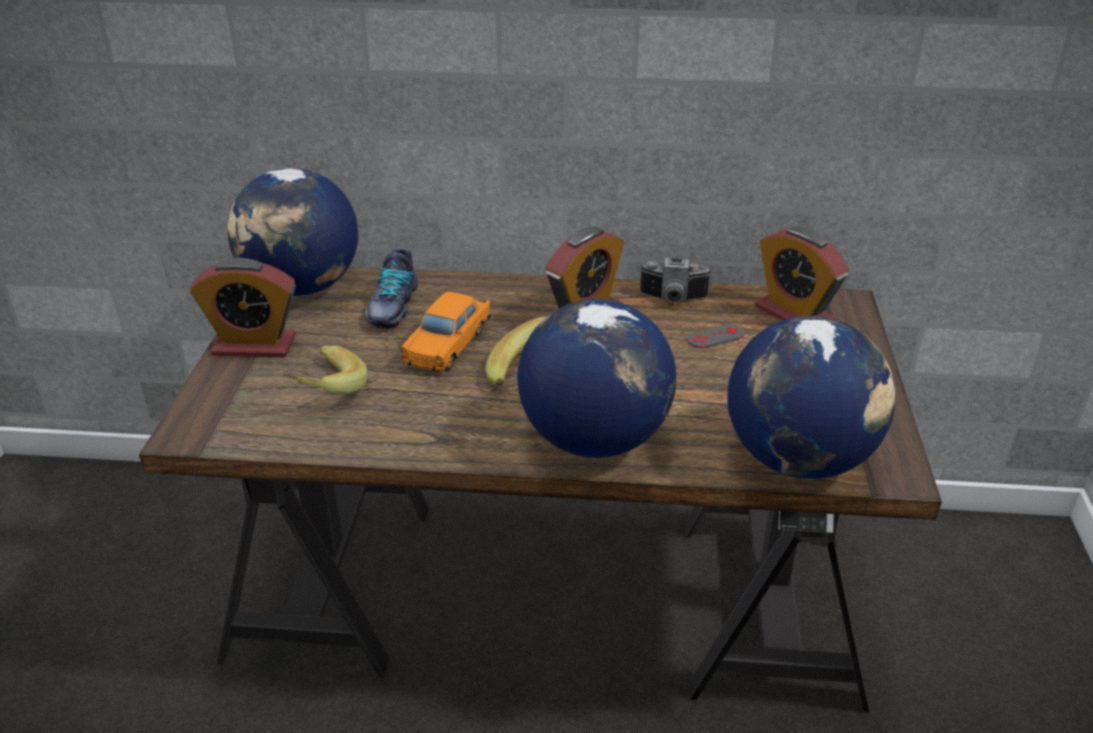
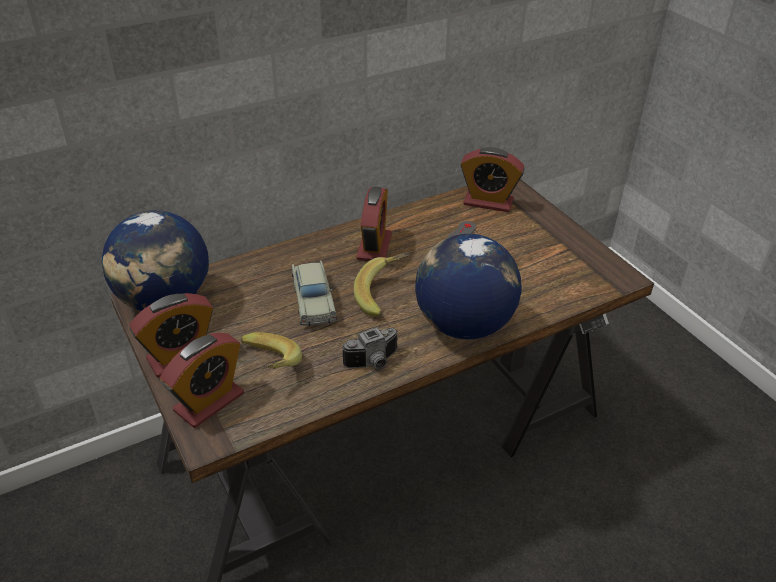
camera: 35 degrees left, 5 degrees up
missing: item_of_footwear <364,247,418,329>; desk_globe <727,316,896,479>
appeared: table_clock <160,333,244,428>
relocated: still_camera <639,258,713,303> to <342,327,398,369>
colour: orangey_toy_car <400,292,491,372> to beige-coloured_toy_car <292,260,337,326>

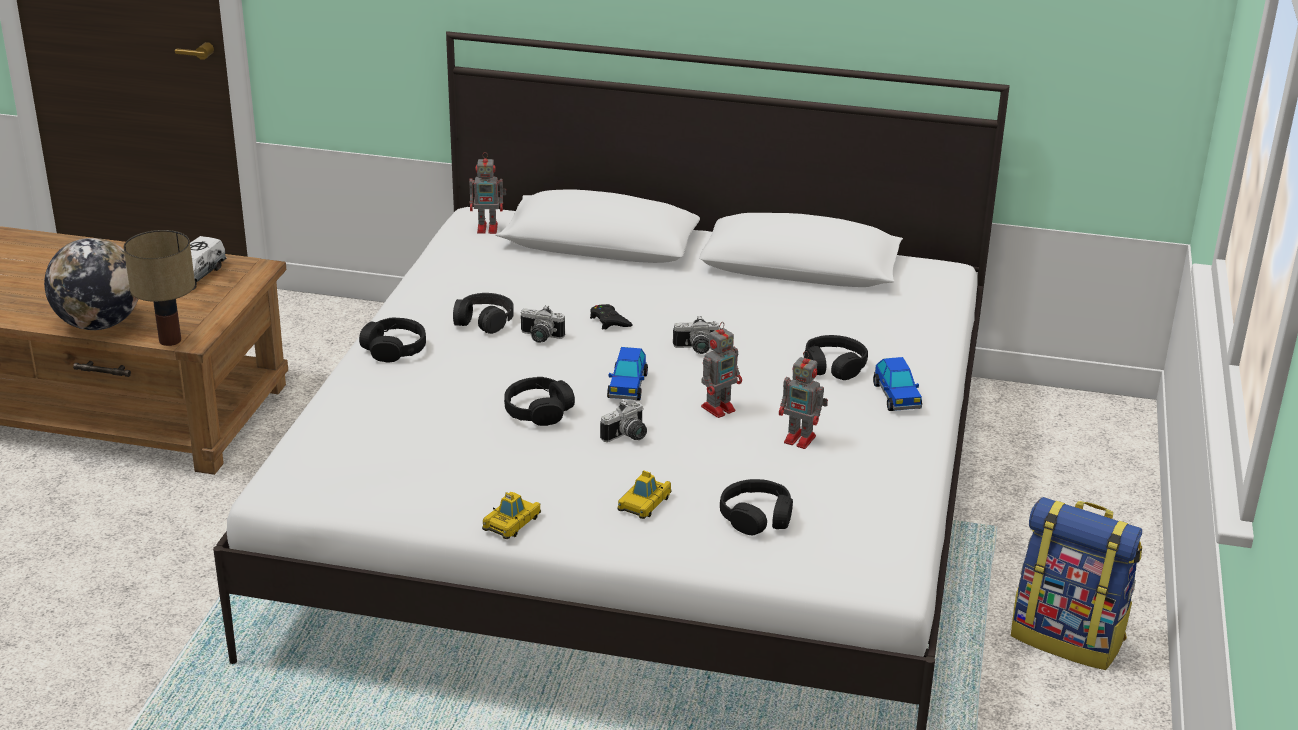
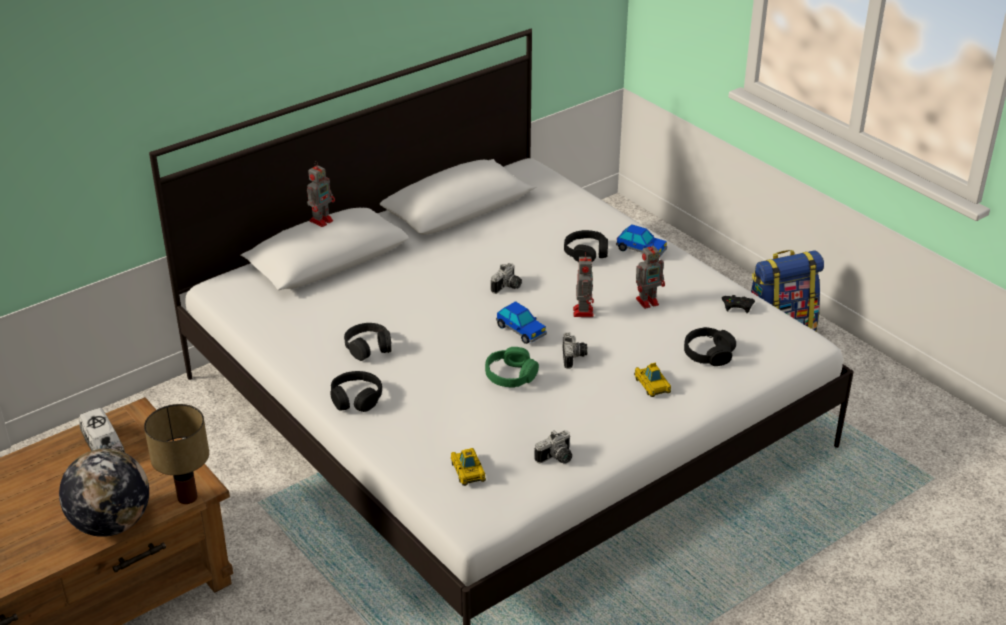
camera: 50 degrees left, 5 degrees up
relocated: toy_robot <469,152,506,234> to <307,161,335,227>; toy_car <482,492,541,539> to <451,448,486,486>; still_camera <521,305,565,343> to <534,430,572,464>; black-coloured_gamepad <590,304,633,329> to <722,295,755,313>
colour: black-coloured_headphones <504,377,575,426> to greenish_headphones <485,347,539,388>

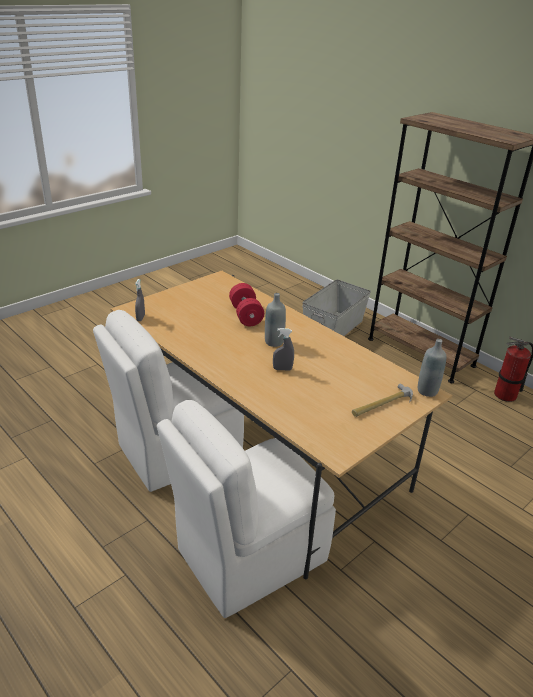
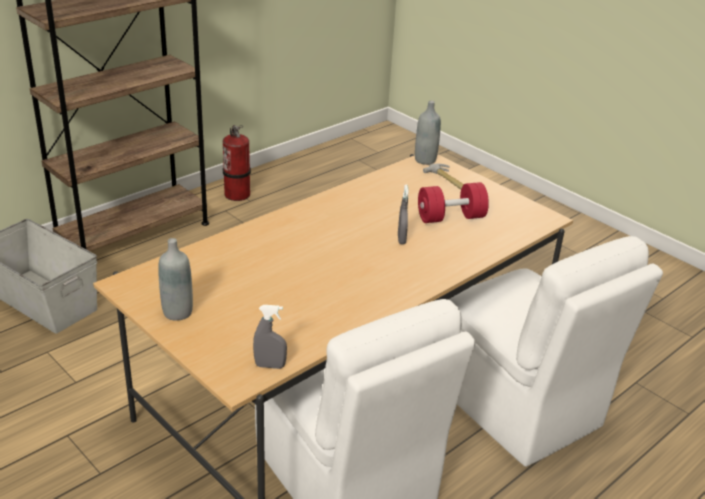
camera: 90 degrees left, 0 degrees up
relocated: reddish_dumbbell <229,283,264,326> to <418,182,489,223>; greyish_bottle <265,293,286,347> to <158,238,193,321>

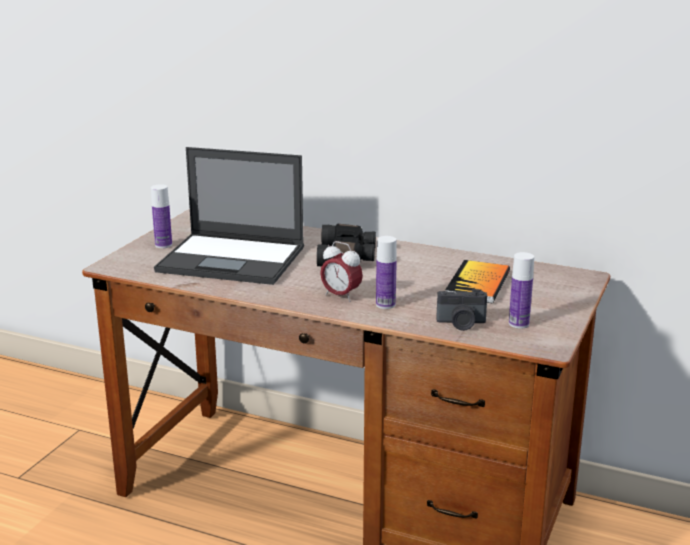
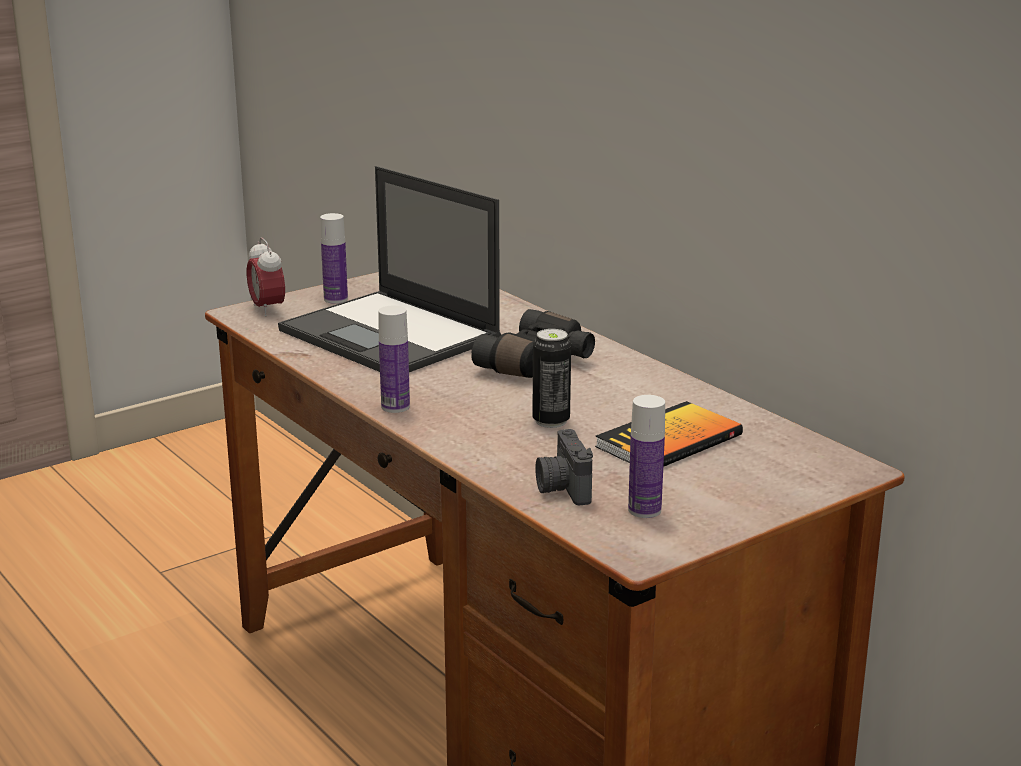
camera: 30 degrees right, 0 degrees up
appeared: metal_can <532,329,571,428>
relocated: table_clock <320,241,363,302> to <247,238,285,317>; bottle <376,236,397,309> to <378,306,410,413>
spun: still_camera <436,289,487,331> = <535,429,593,505> 45 degrees clockwise

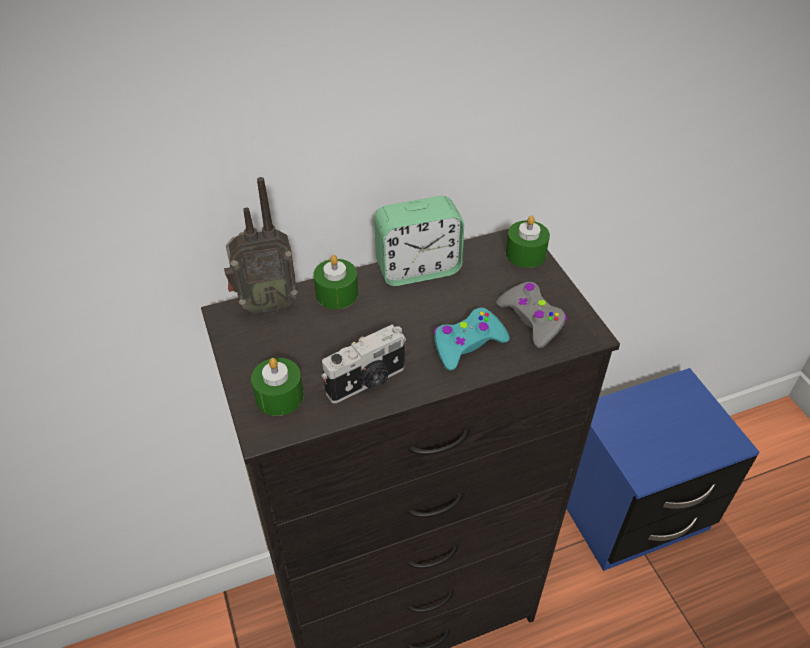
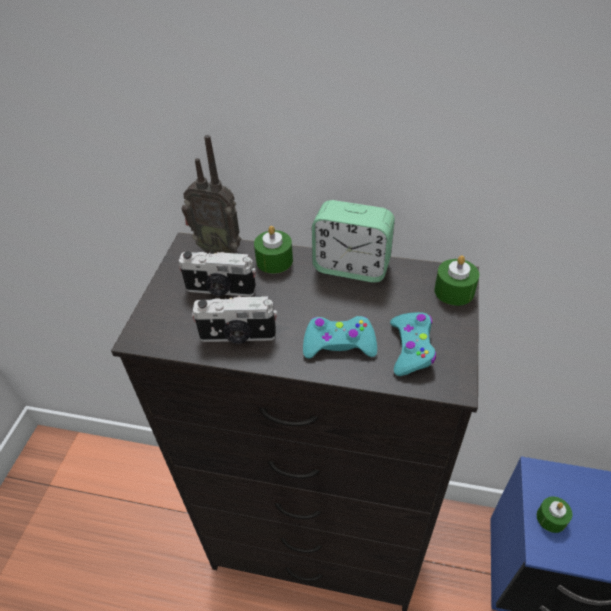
camera: 35 degrees right, 0 degrees up
appeared: still_camera <179,251,256,297>
relocated: greenish_wax_light <251,358,304,416> to <537,497,572,533>
colour: greyish_gamepad <496,282,567,348> to turquoise_gamepad <390,312,436,376>

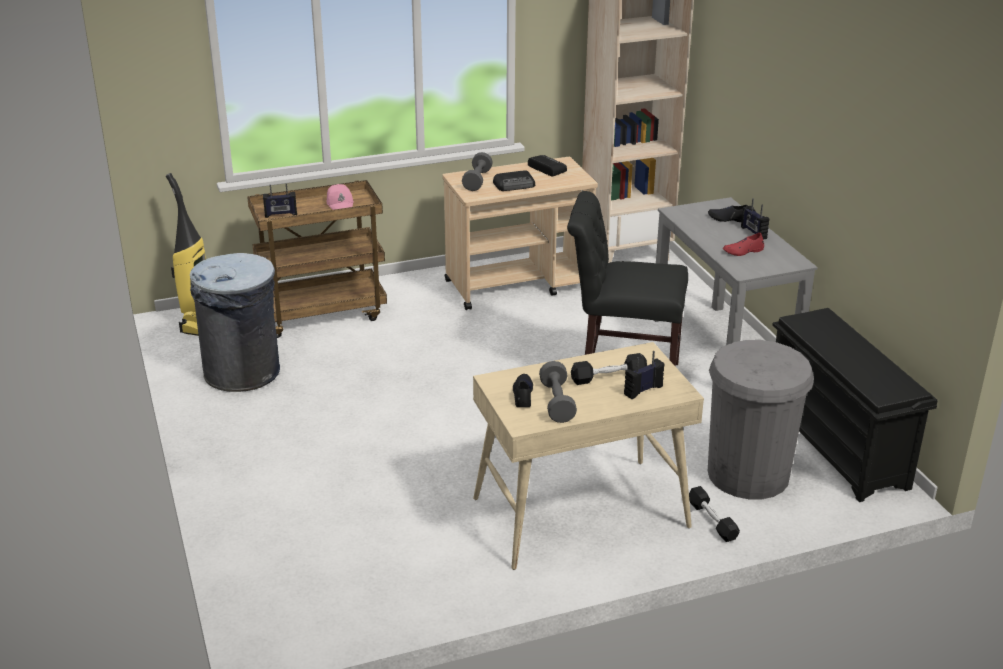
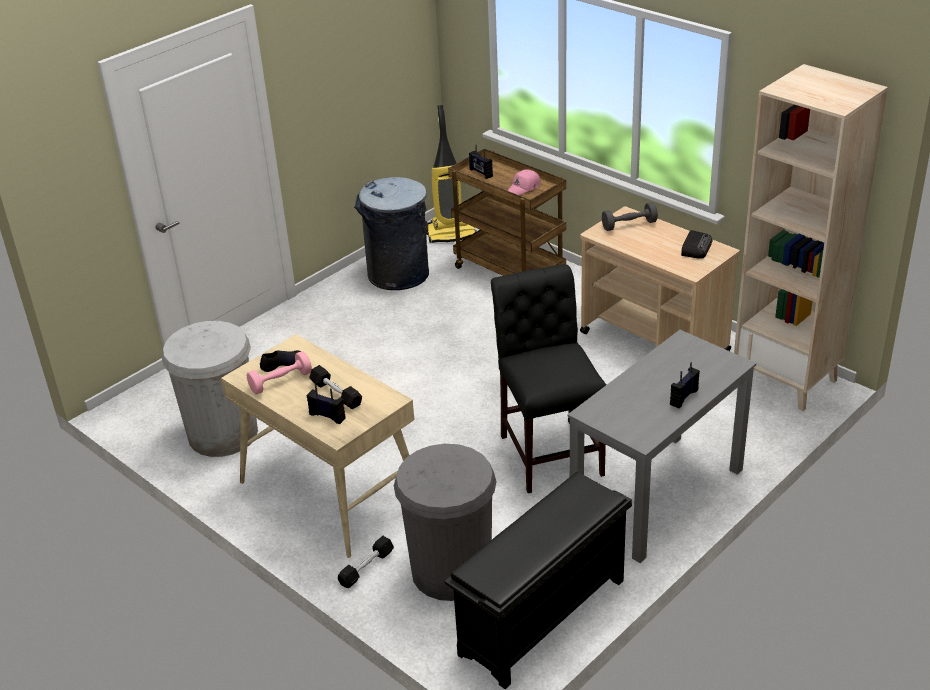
camera: 65 degrees right, 5 degrees up
missing: radio <493,170,535,191>; black-coloured_item_of_footwear <708,205,748,222>; reddish_item_of_footwear <723,233,764,256>
appeared: whitish_rubbish_bin <162,321,258,457>
colour: greyish_dumbbell <539,361,577,423> to pink-coloured_dumbbell <247,351,312,394>

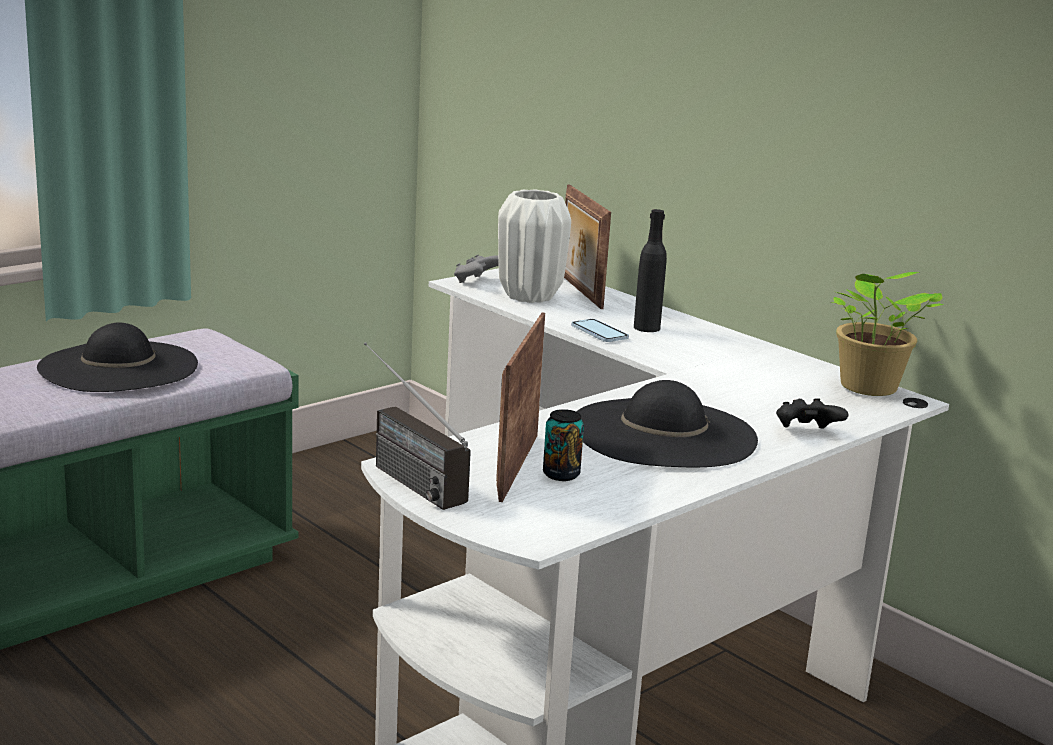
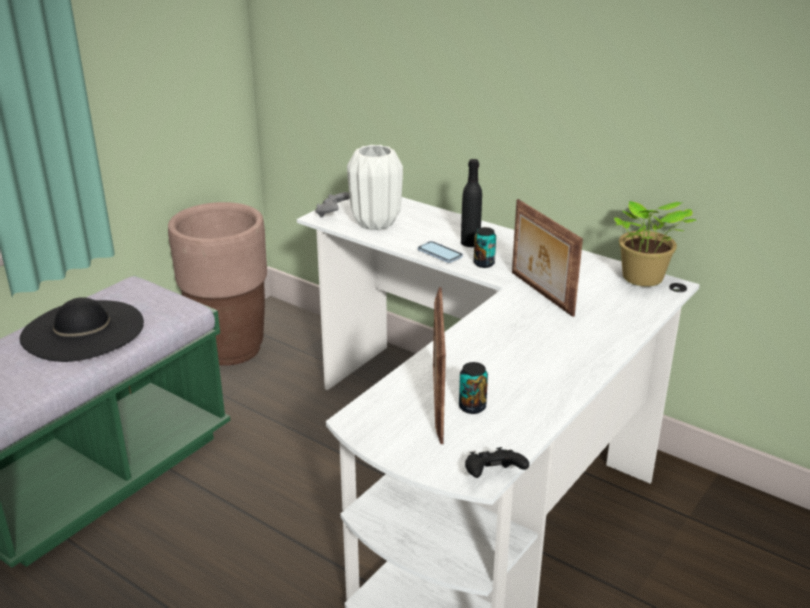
camera: 10 degrees left, 10 degrees up
missing: radio <364,342,471,510>; black-coloured_hat <576,380,758,468>
appeared: brown-coloured_flower_pot <168,202,267,365>; metal_can <474,227,496,268>
relocated: picture_frame <564,185,611,309> to <512,199,583,317>; black-coloured_gamepad <776,398,848,429> to <465,447,529,478>

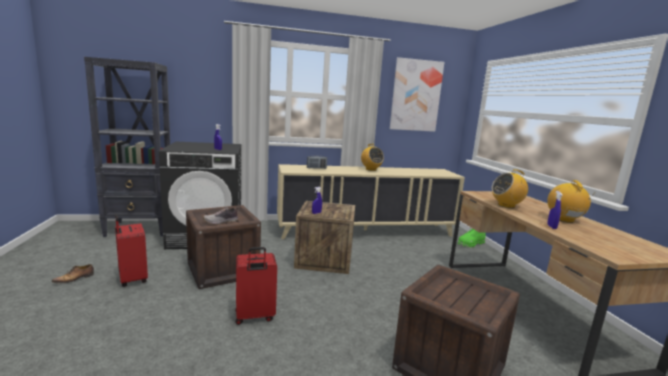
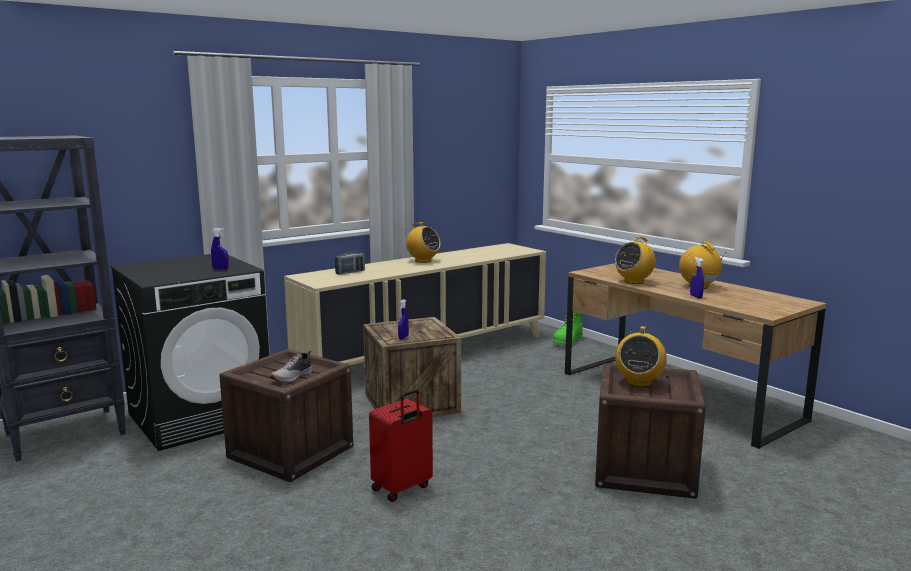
camera: 25 degrees left, 0 degrees up
missing: item_of_footwear <52,264,94,283>; reddish_travel_case <115,214,148,287>; wall_picture <390,57,445,132>
appeared: radio <615,326,667,387>

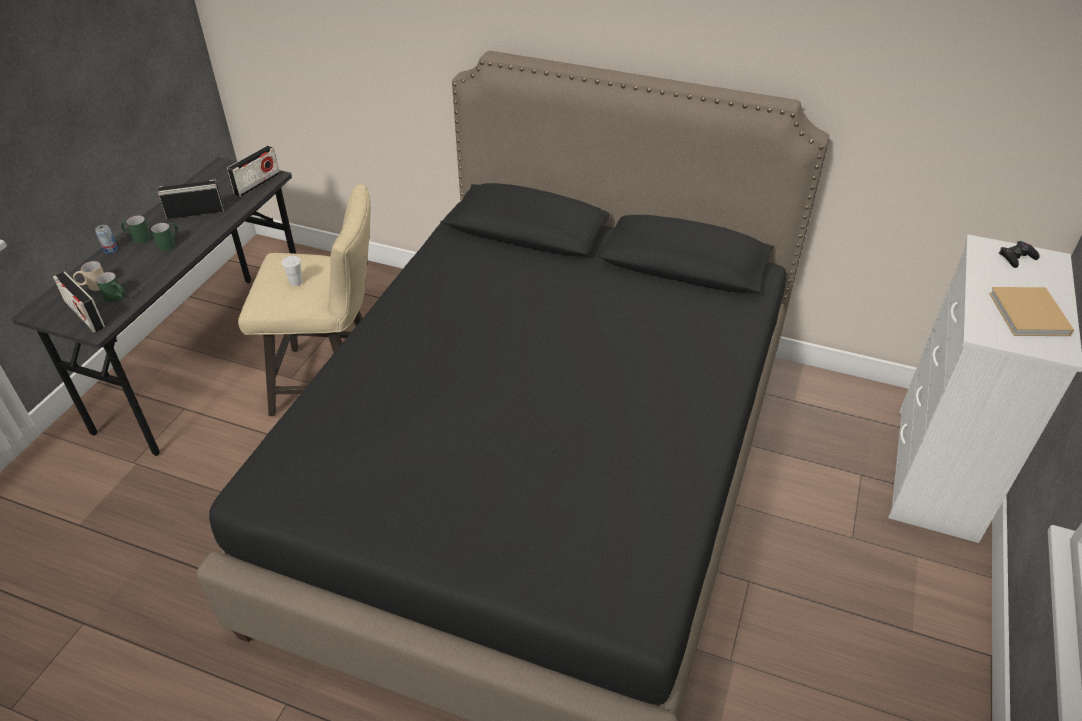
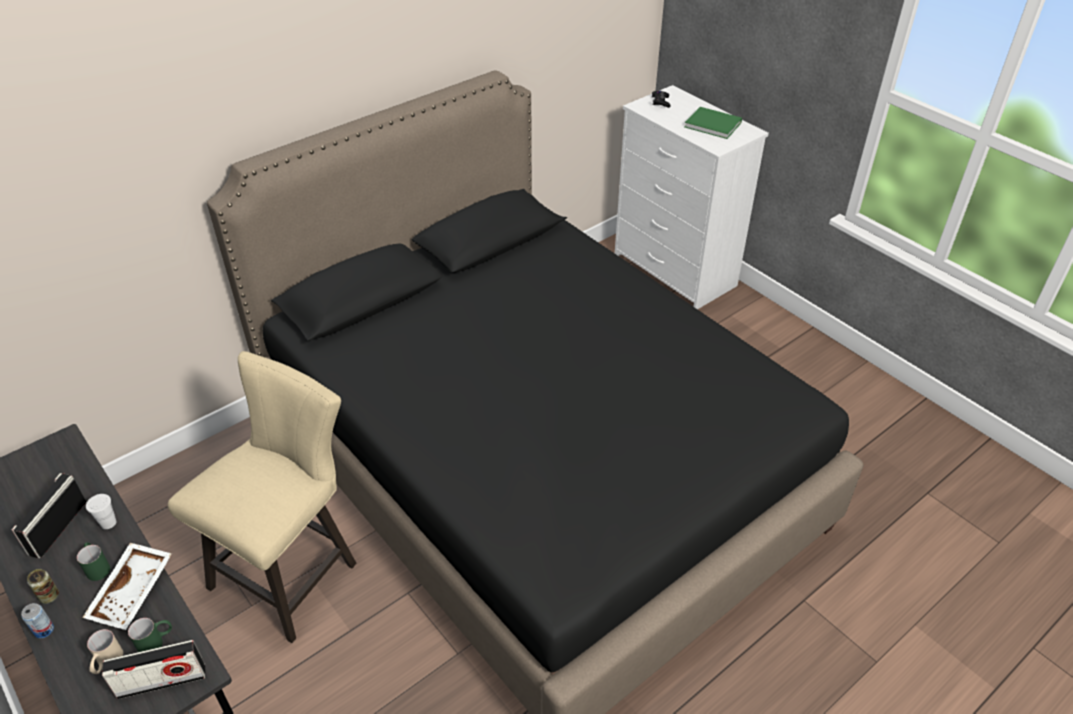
camera: 60 degrees left, 0 degrees up
missing: radio <227,146,280,197>
appeared: whitish_serving_tray <82,543,172,630>
relocated: whitish_small_cup <281,256,302,286> to <86,494,116,529>
exchanged: greenish_mug <121,216,151,243> to metal_can <27,569,59,604>
colour: beige-coloured_bound_book <989,287,1074,336> to greenish_bound_book <685,107,742,139>

